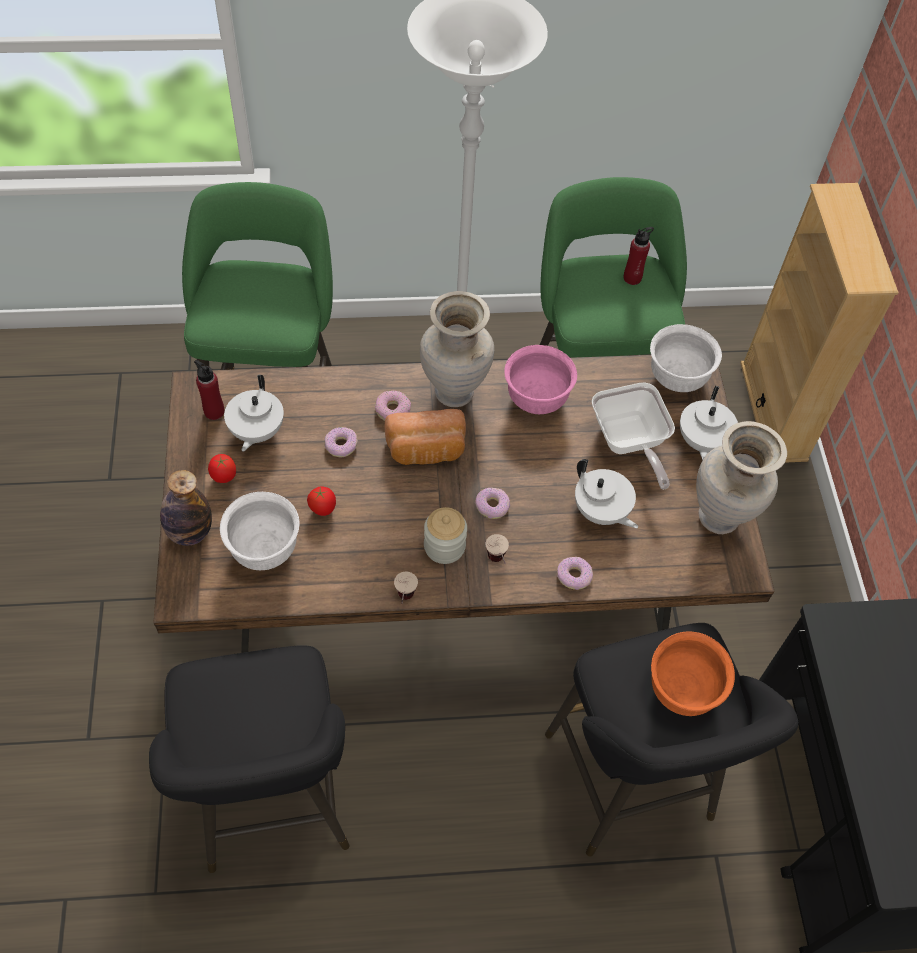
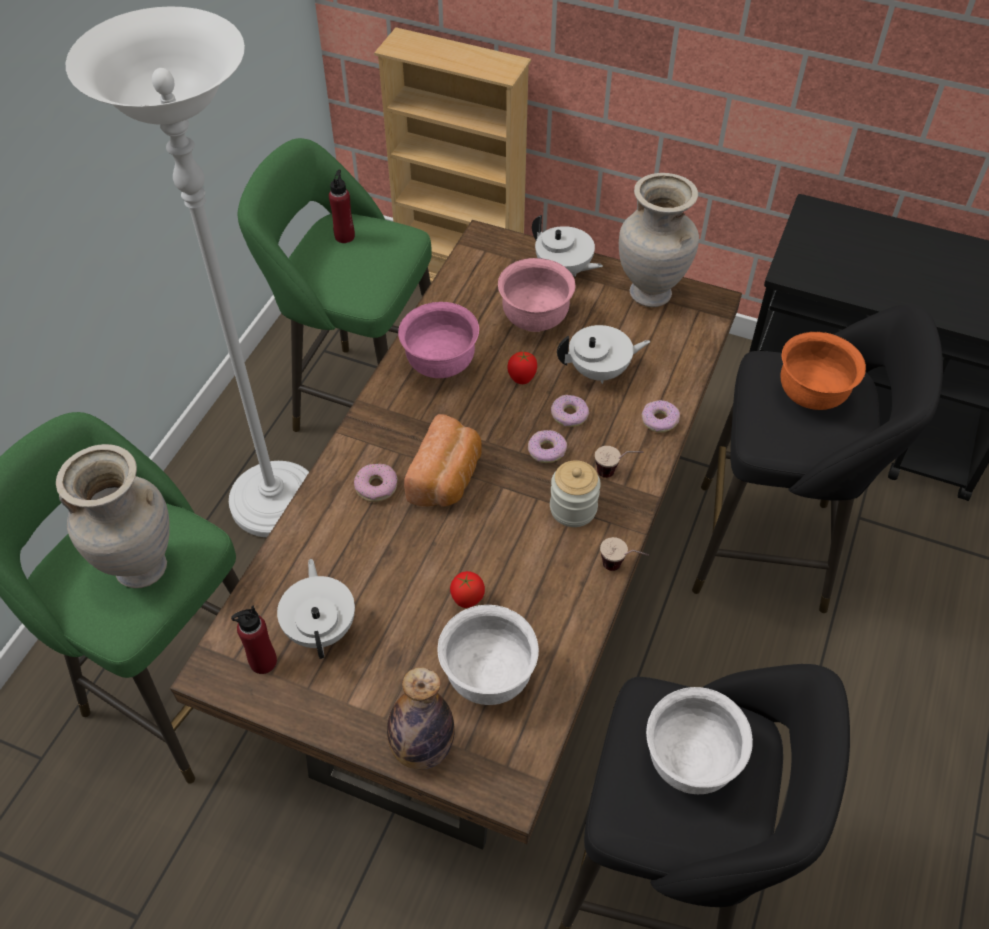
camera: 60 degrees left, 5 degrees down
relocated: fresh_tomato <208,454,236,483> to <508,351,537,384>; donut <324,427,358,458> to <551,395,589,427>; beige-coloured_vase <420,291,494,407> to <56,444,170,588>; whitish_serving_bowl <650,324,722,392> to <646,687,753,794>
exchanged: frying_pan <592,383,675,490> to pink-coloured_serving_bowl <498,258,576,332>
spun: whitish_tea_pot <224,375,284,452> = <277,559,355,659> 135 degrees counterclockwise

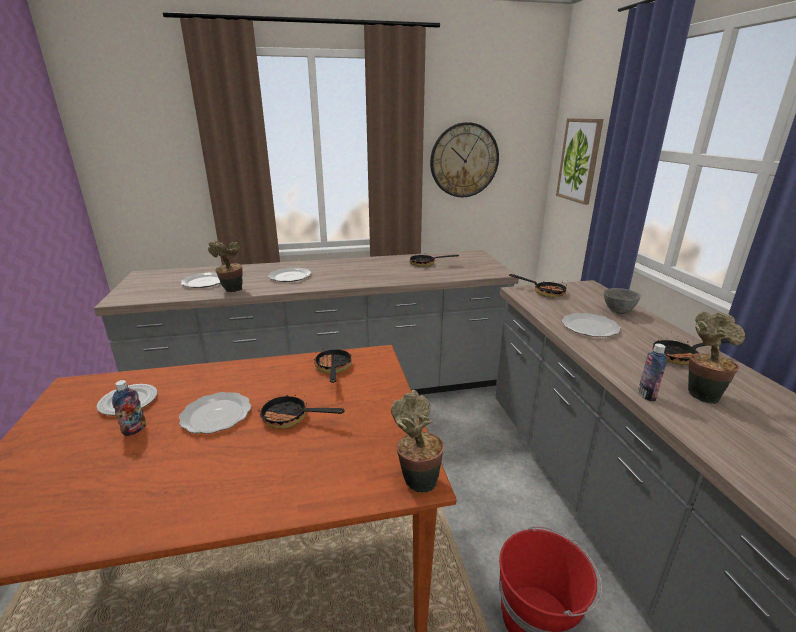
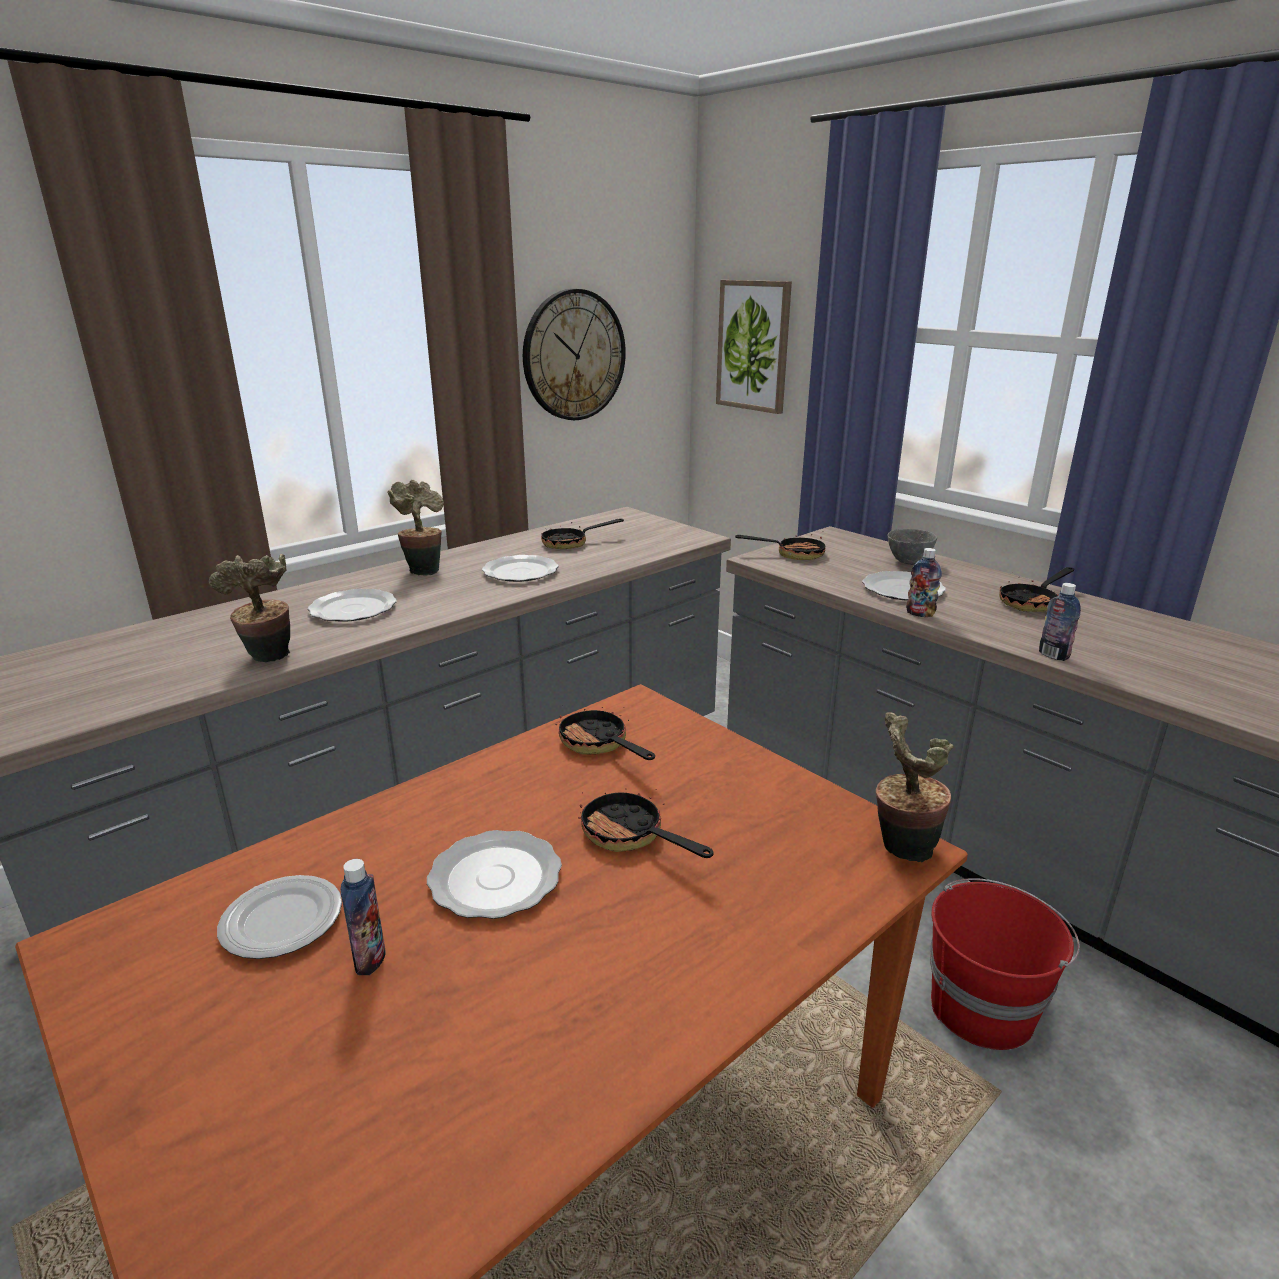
camera: 30 degrees left, 0 degrees up
appeared: bottle <906,548,942,617>
relocated: flat_dish <181,272,220,288> to <482,555,559,582>; plant_in_a_pot <688,312,745,404> to <388,480,444,575>
spun: frying_pan <258,395,345,429> = <578,788,713,858> 60 degrees clockwise

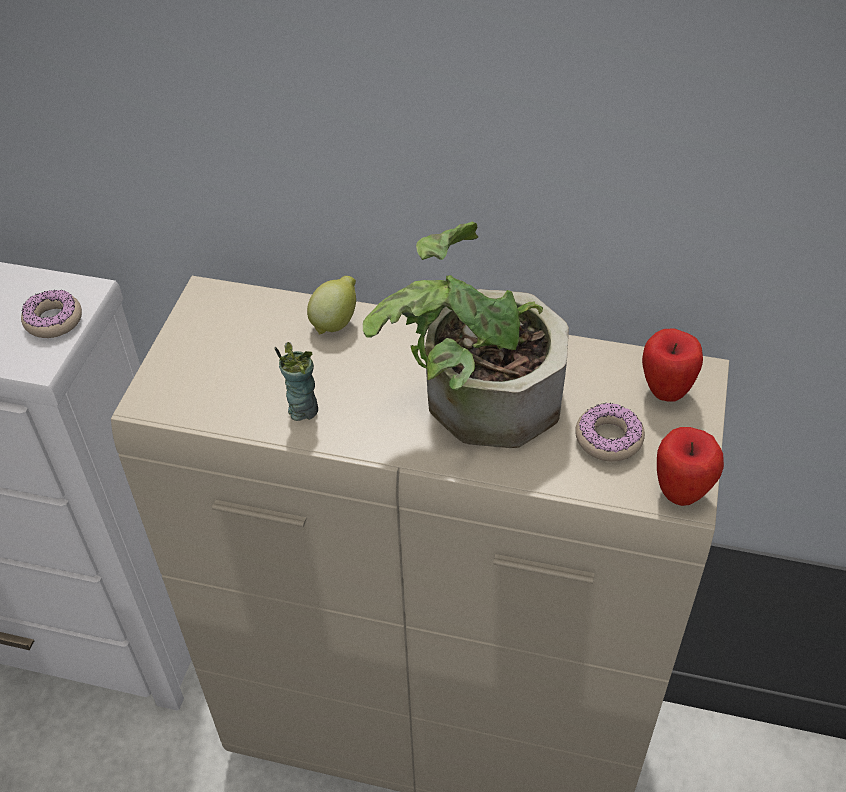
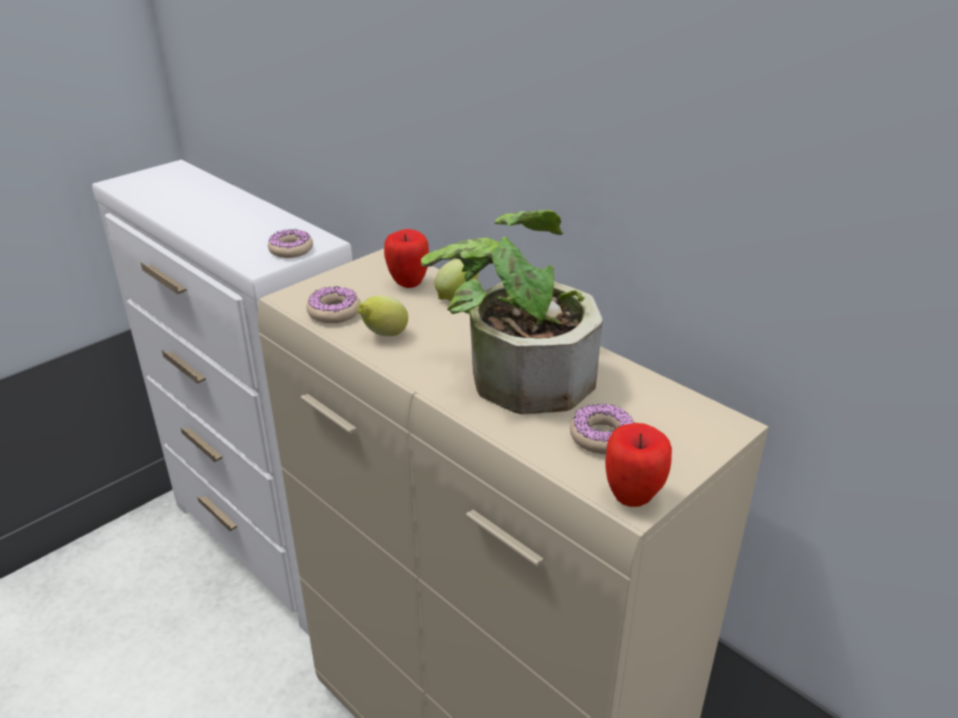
camera: 30 degrees right, 15 degrees down
appeared: donut <307,287,361,323>
relocated: apple_fruit <642,328,703,402> to <384,229,429,288>
exchanged: small_cup <274,342,318,421> to whole_lemon <357,295,408,336>

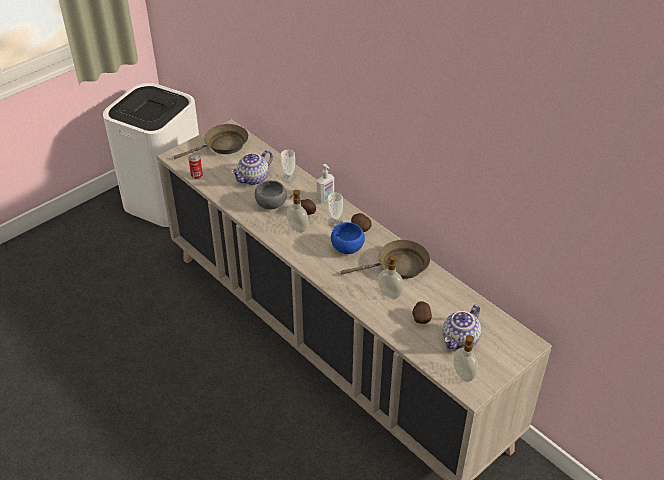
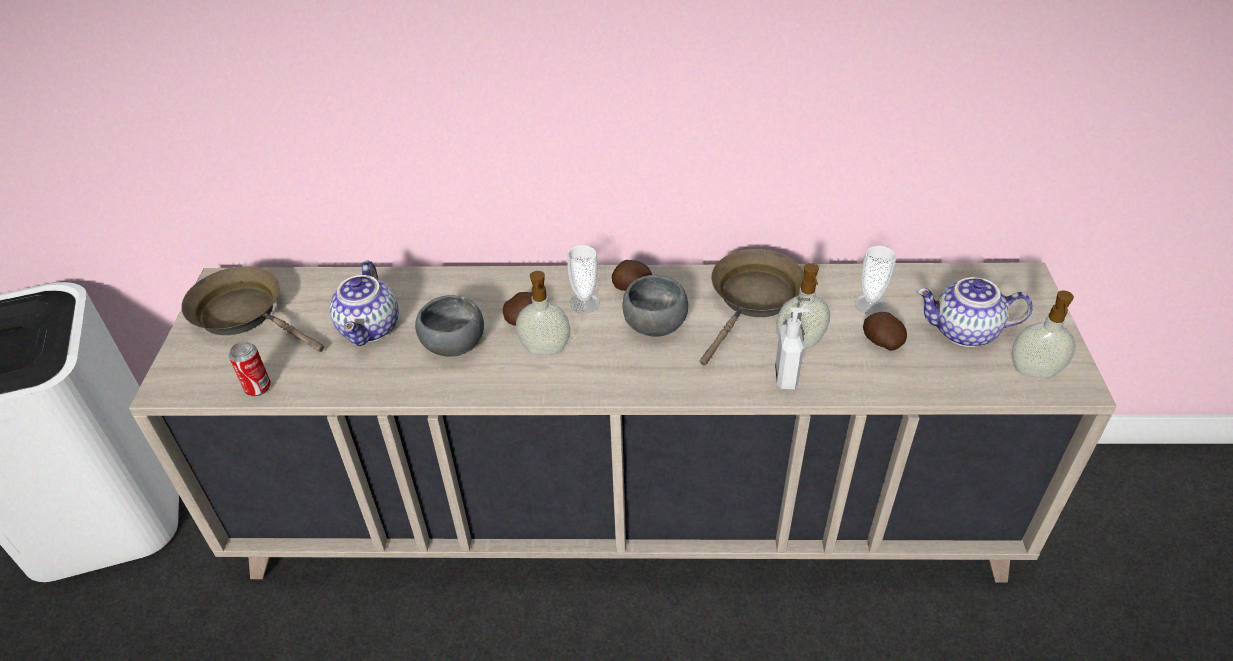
camera: 45 degrees left, 0 degrees up
relocated: small_cup <281,150,296,183> to <854,246,896,315>; soap_dispenser <317,164,334,202> to <775,307,810,390>
colour: blue-coloured_serving_bowl <331,222,365,254> to greyish_serving_bowl <622,275,688,337>
spun: brown-coloured_frying_pan <174,124,248,159> = <181,266,324,352> 75 degrees counterclockwise; tea_pot <443,305,481,349> = <917,277,1033,347> 105 degrees clockwise

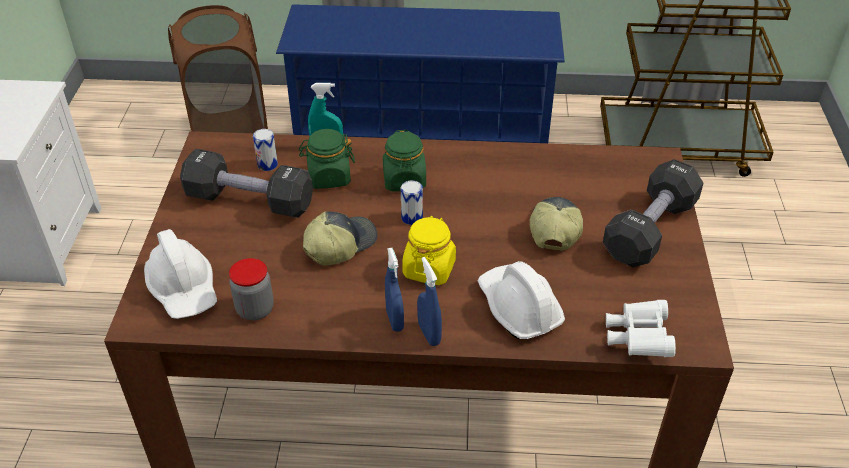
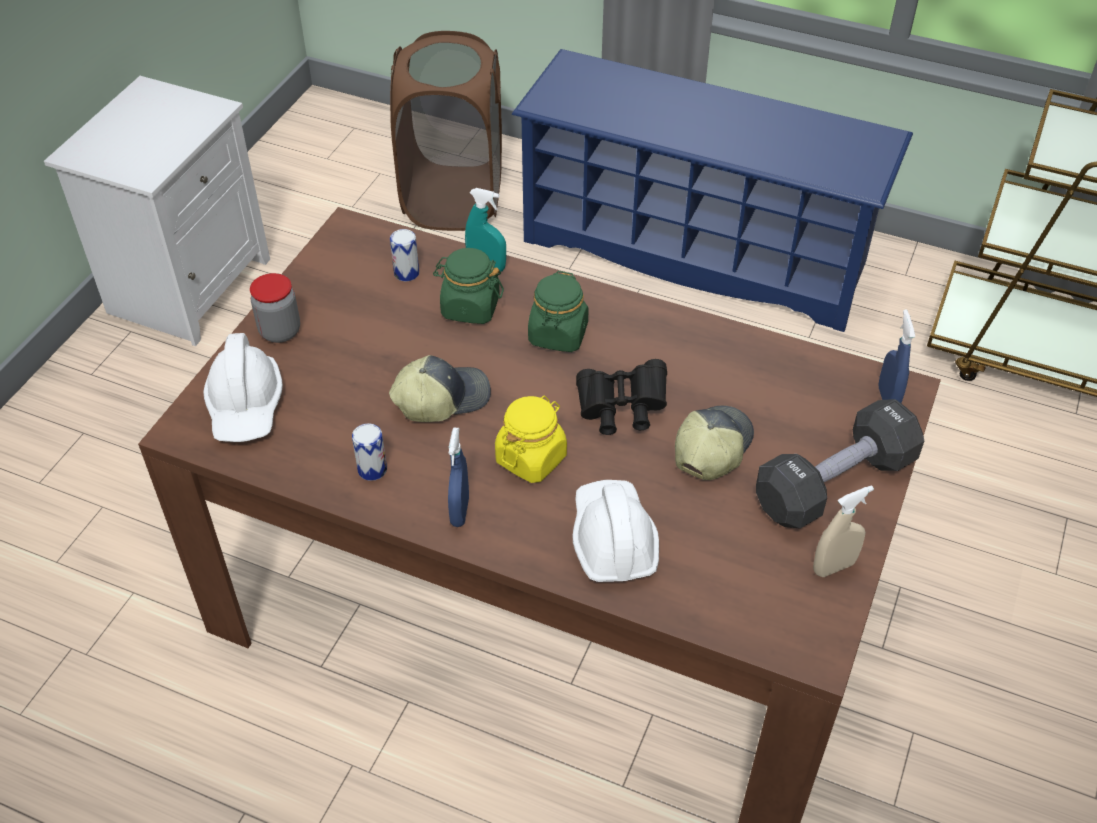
camera: 20 degrees right, 5 degrees up
missing: black-coloured_dumbbell <180,149,313,218>; whitish_binoculars <606,300,676,357>
appeared: black-coloured_binoculars <576,359,667,435>; beige-coloured_hand_sprayer <813,485,874,577>
relocated: storage_jar <229,258,274,321> to <250,273,300,343>; metal_can <401,180,423,225> to <352,423,387,481>; blue-coloured_hand_sprayer <417,257,442,346> to <878,310,915,403>

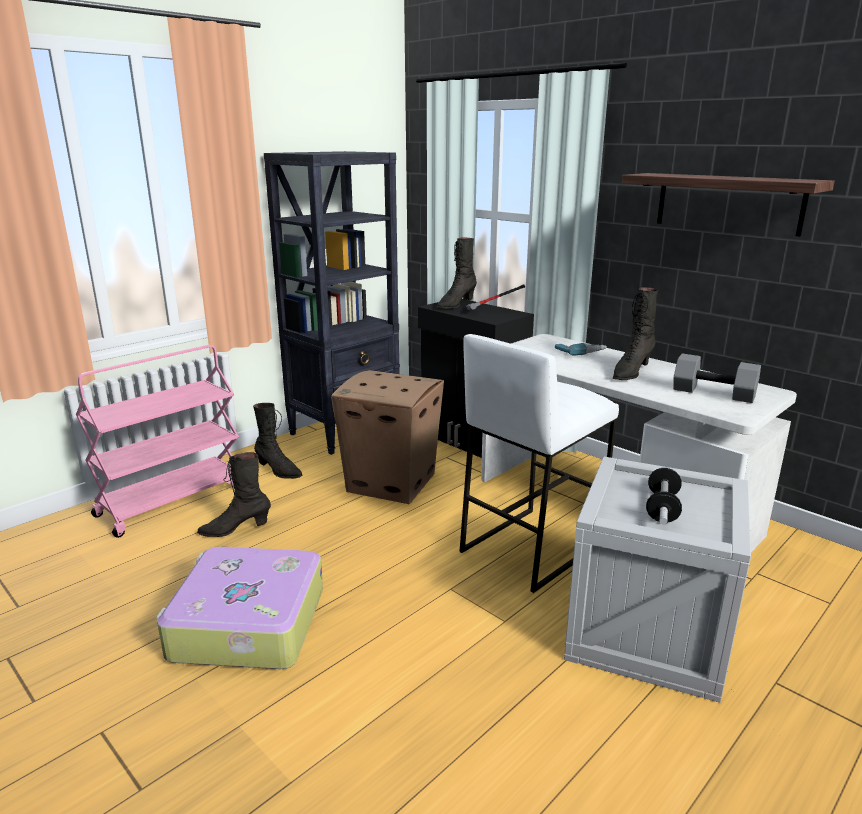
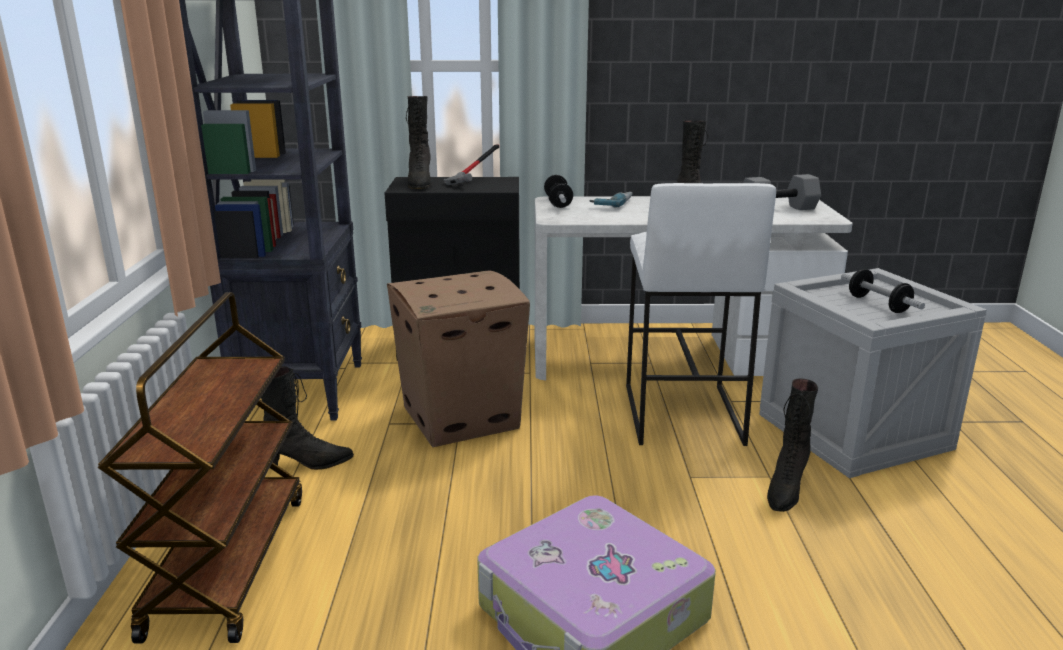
camera: 45 degrees left, 0 degrees up
missing: bracket_shelf <622,173,835,236>
appeared: dumbbell <544,175,573,208>
relocated: black-coloured_tall_boot <197,452,271,537> to <767,379,818,512>
colour: pink-coloured_wheeled_cart <76,345,239,538> to brown-coloured_wheeled_cart <98,292,302,644>

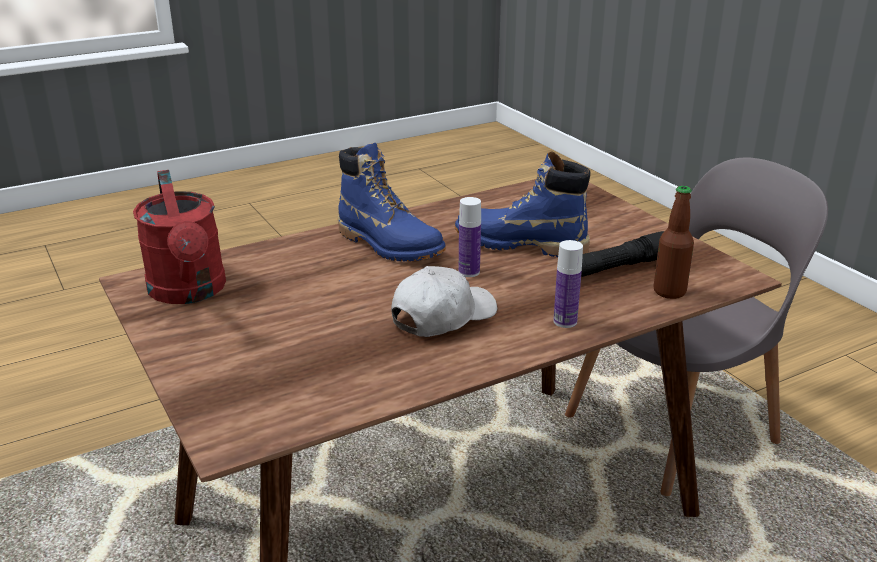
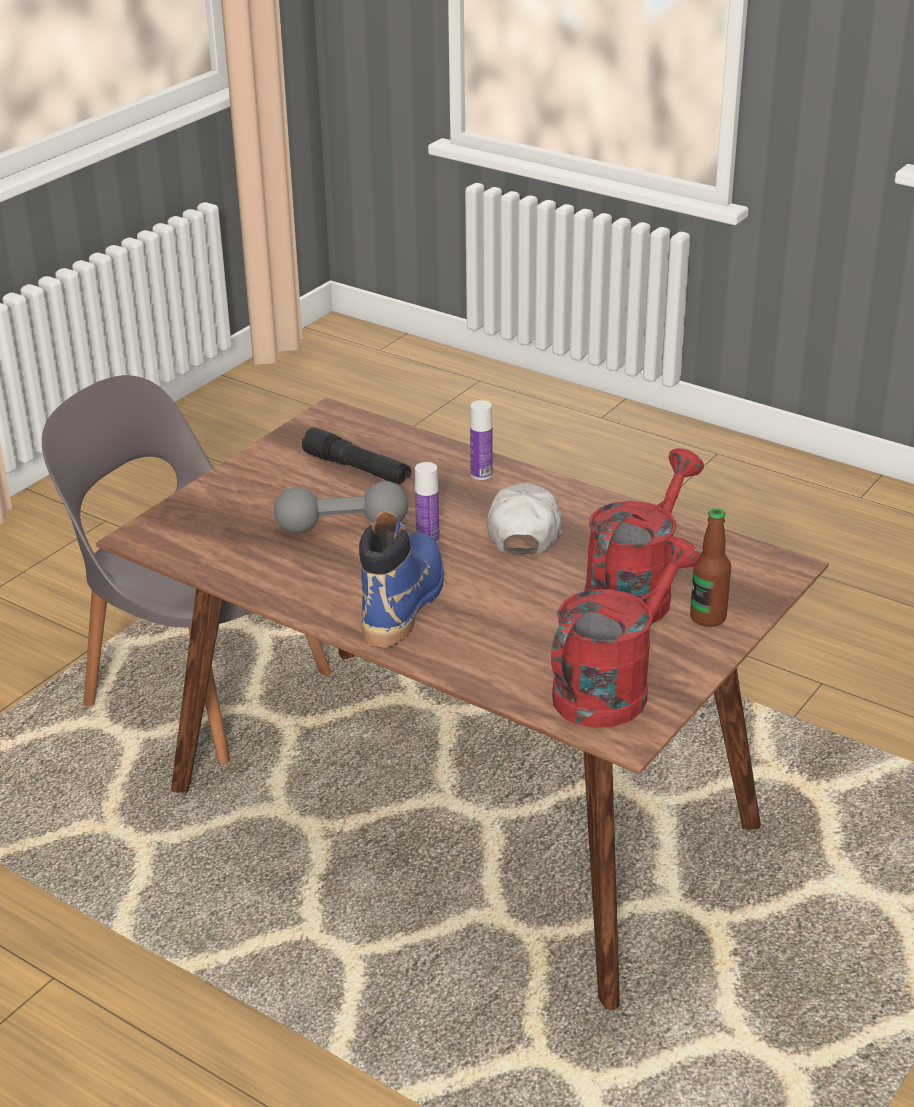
camera: 115 degrees left, 5 degrees up
appeared: reddish_watering_pot <584,448,704,624>
relocated: bottle <654,186,694,299> to <690,508,731,627>
exchanged: blue-coloured_tall_boot <455,151,590,257> to greyish_dumbbell <274,481,408,533>
spun: whitish_baseball_cap <391,266,497,337> = <487,483,562,554> 75 degrees clockwise

